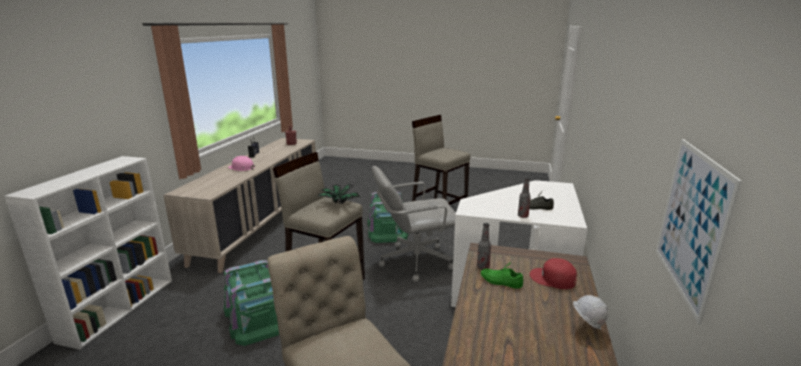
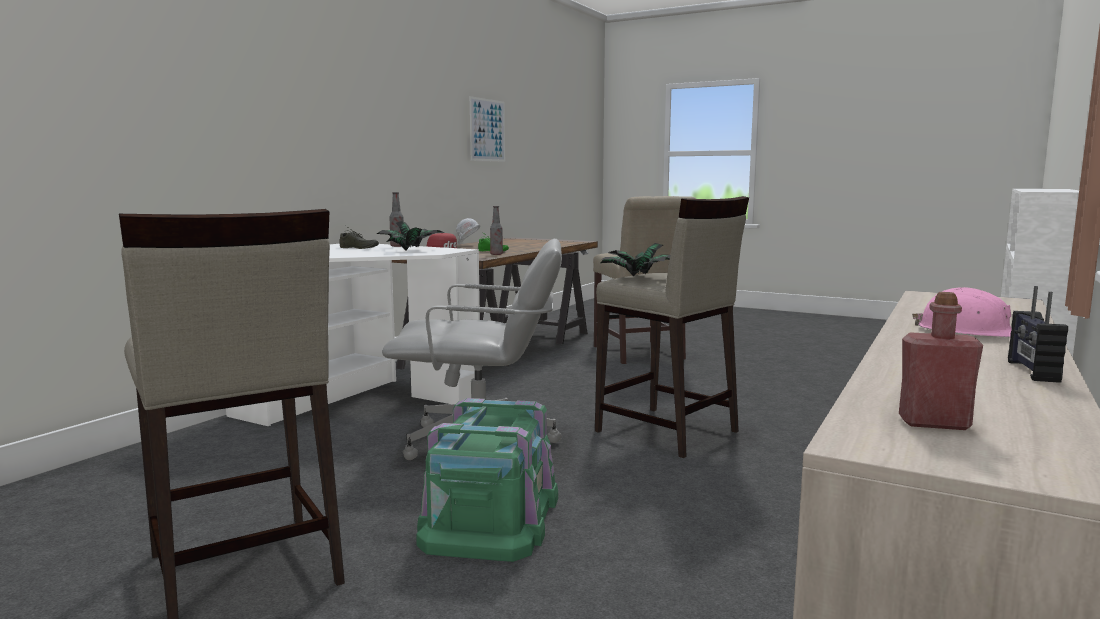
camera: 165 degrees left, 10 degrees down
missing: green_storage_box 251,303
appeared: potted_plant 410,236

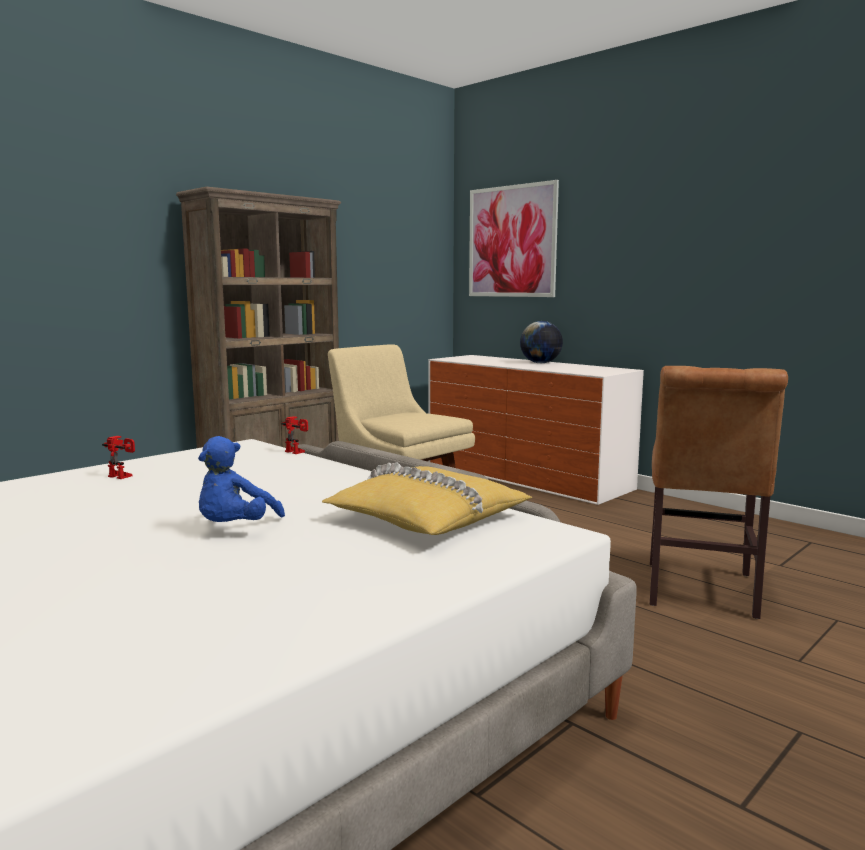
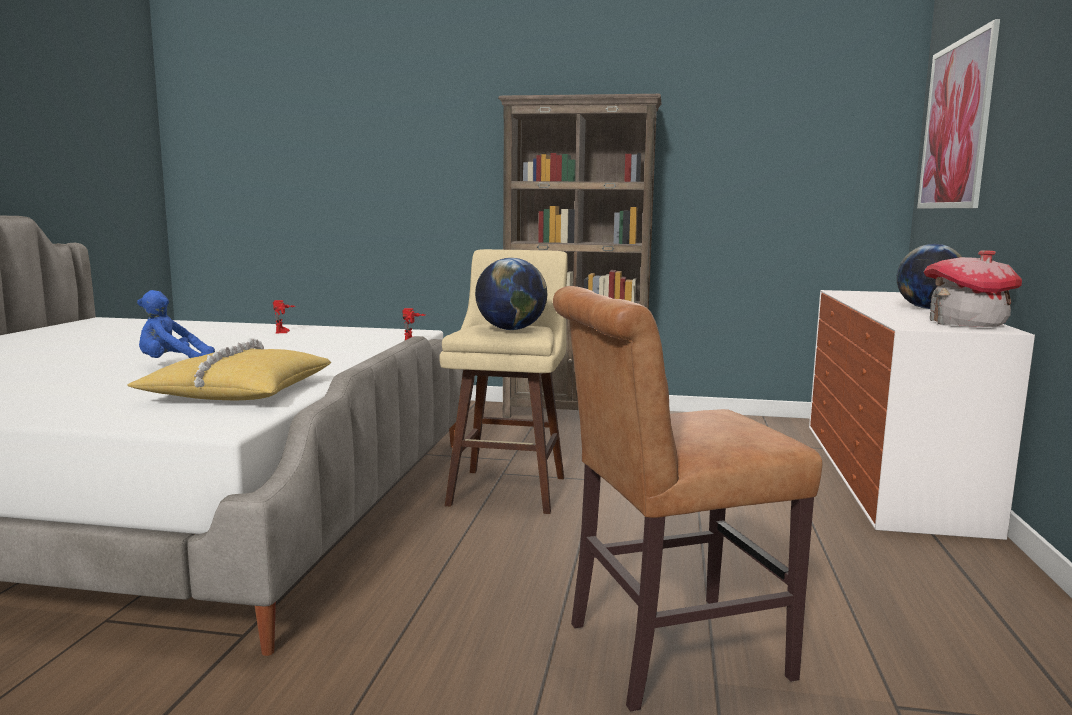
camera: 55 degrees right, 0 degrees up
appeared: globe 511,294; toy_house 973,288

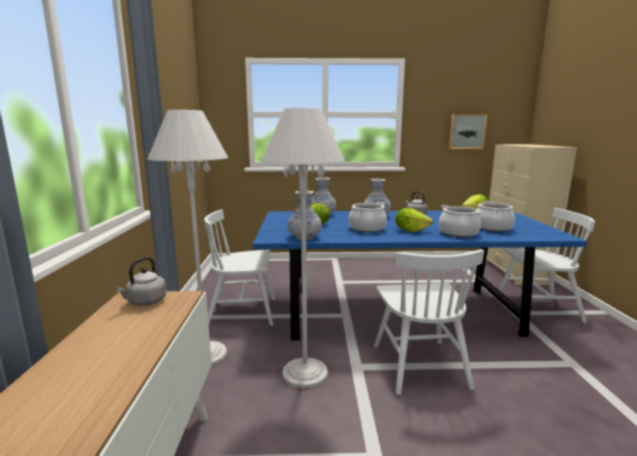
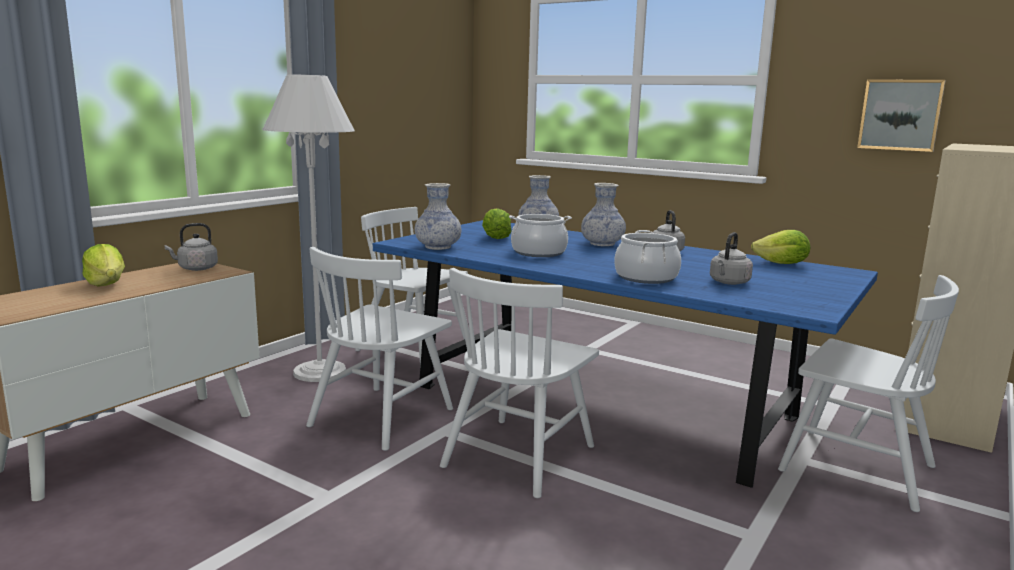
camera: 35 degrees right, 0 degrees up
relocated: lettuce 414,220 to 103,265
exchanged: white_floor_lamp 303,248 to white_chair 379,349; cooking_pot 496,216 to grey_kettle 731,258

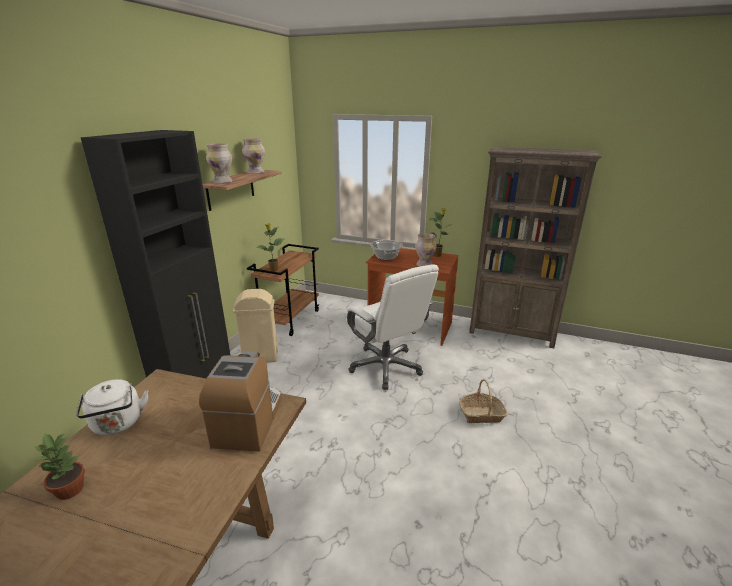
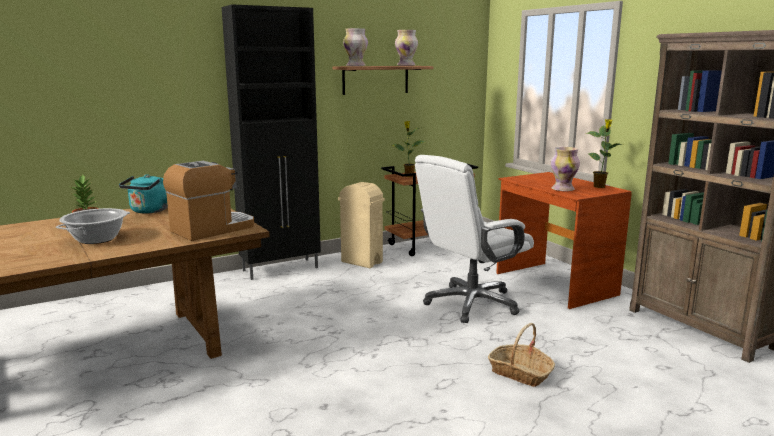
camera: 40 degrees right, 10 degrees down
relocated: cooking_pot 386,250 to 93,226
colour: white_kettle 112,407 to turquoise_kettle 143,194
spun: white_office_chair 391,327 = 474,239 45 degrees clockwise

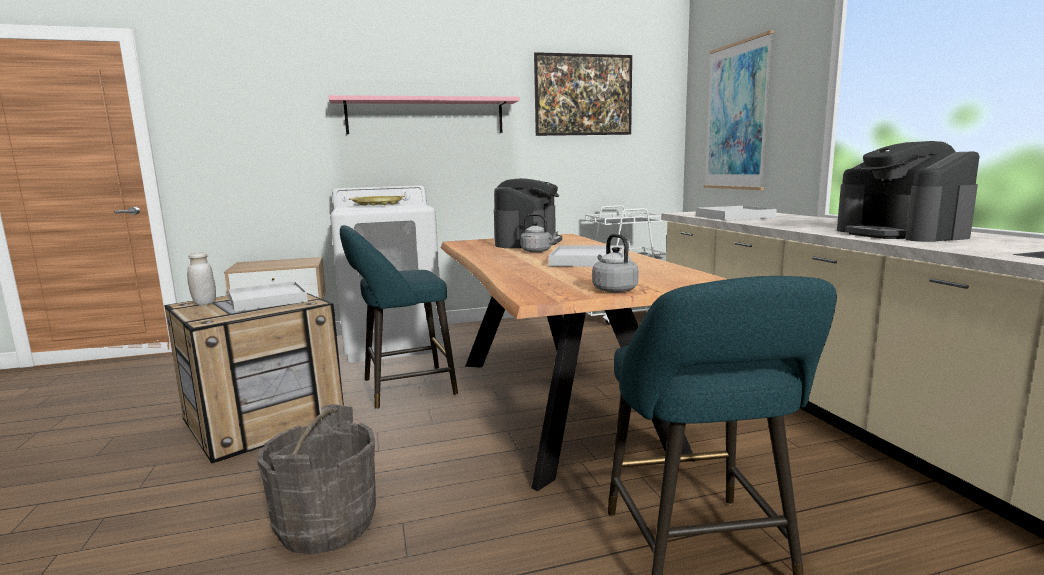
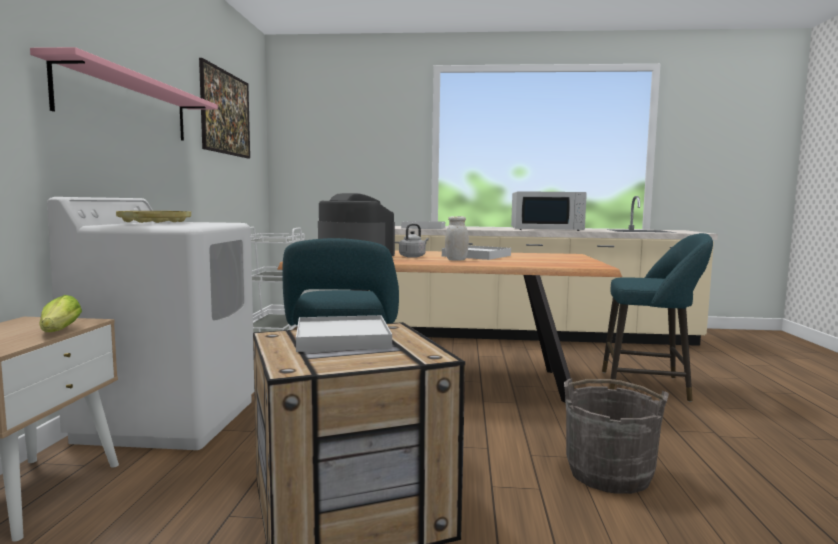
camera: 70 degrees left, 5 degrees down
missing: grey_kettle 615,263; picture 739,110
appeared: lettuce 60,313
relocated: white_jar 201,278 to 457,238
exchanged: coffee_machine 908,191 to white_microwave 549,211

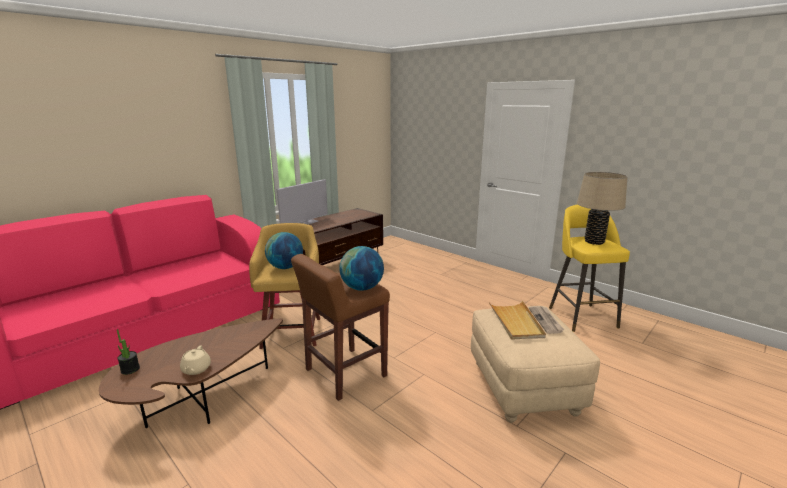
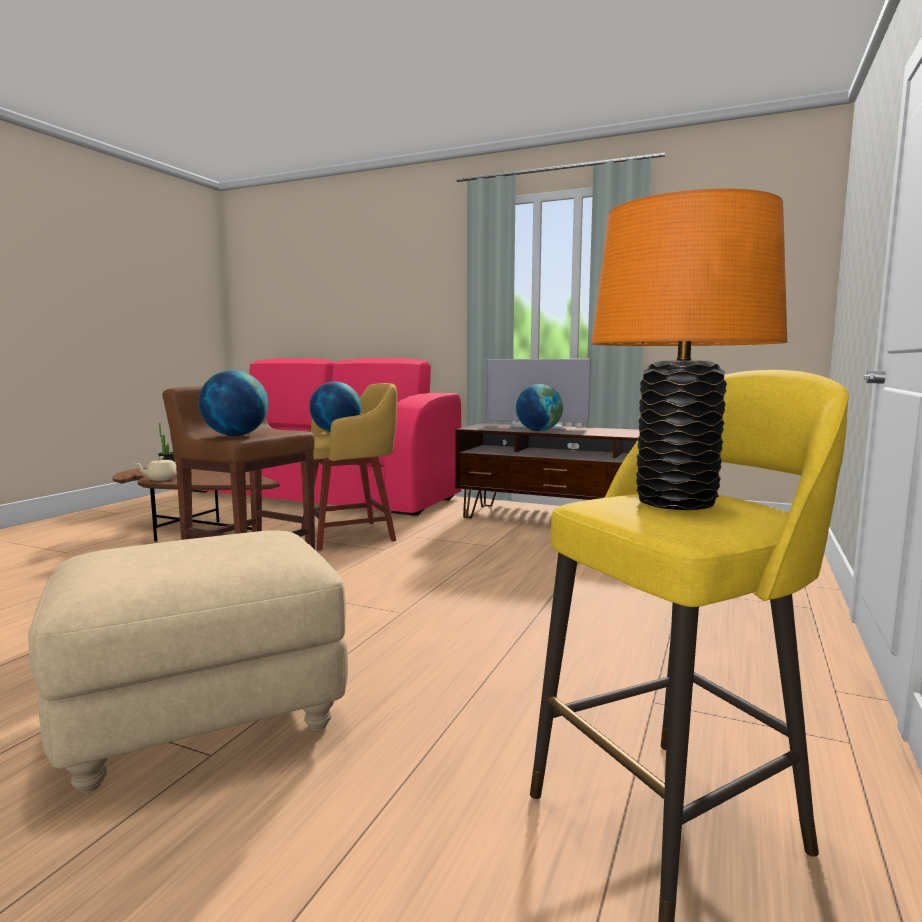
camera: 70 degrees right, 10 degrees down
missing: beige_tray 517,320; newspaper 546,320
appeared: globe 539,407
colour: beige_table_lamp 602,208 to orange_table_lamp 689,349

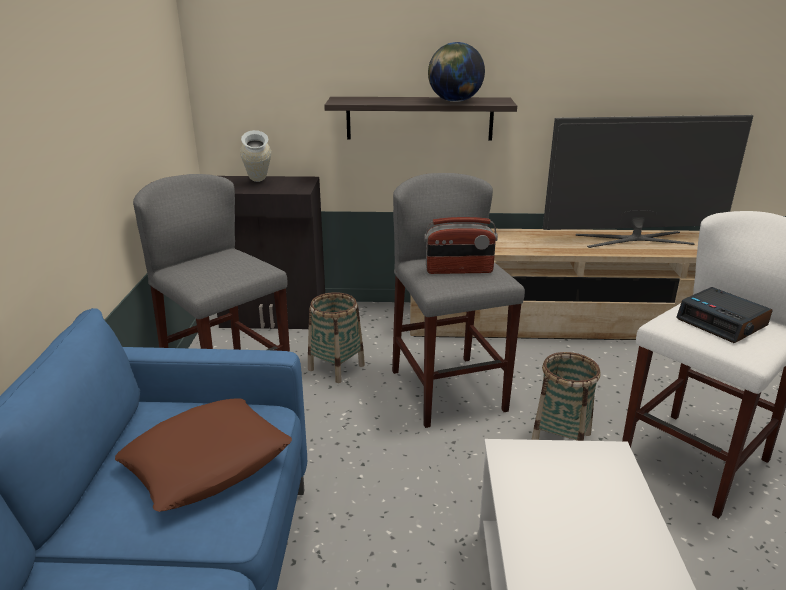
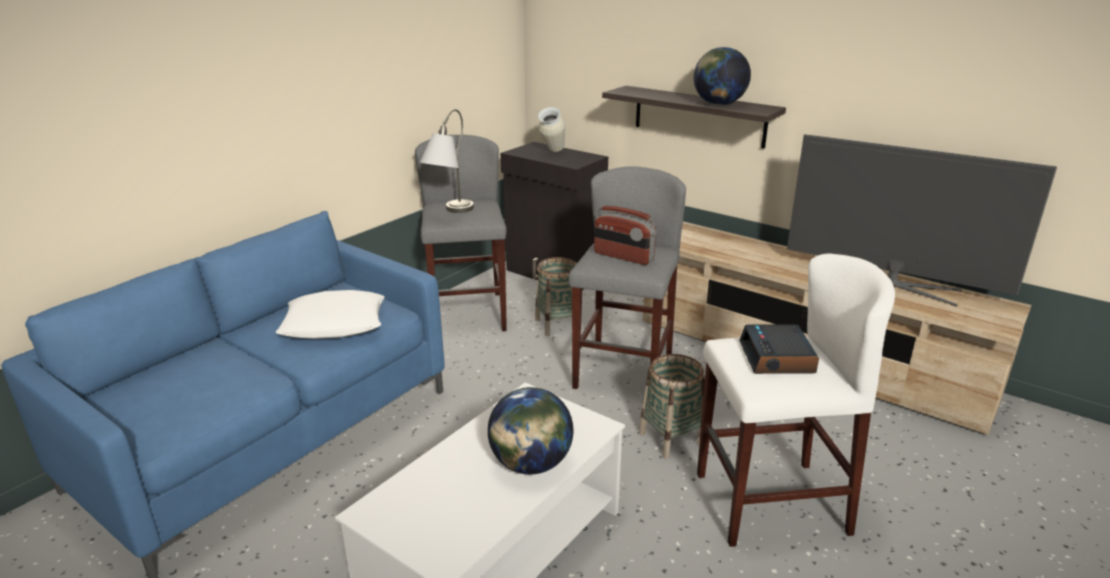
camera: 35 degrees right, 0 degrees up
appeared: grey_table_lamp 447,161; globe 531,430
colour: brown_pillow 203,455 to white_pillow 330,314

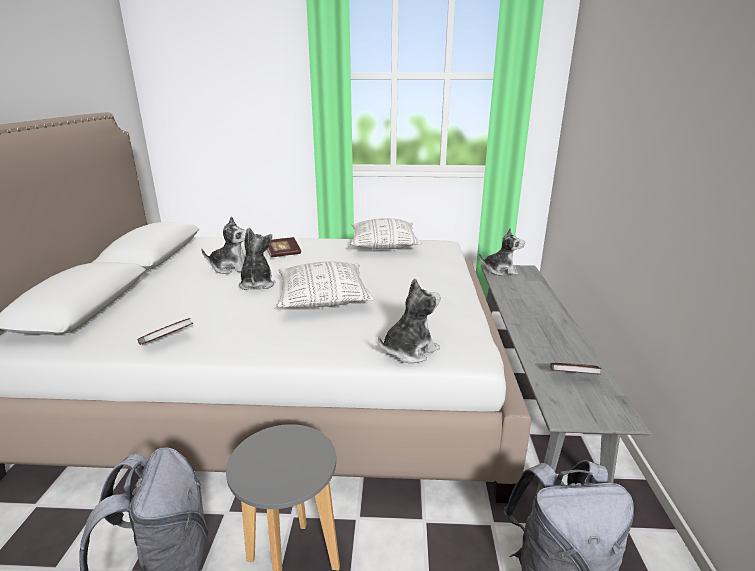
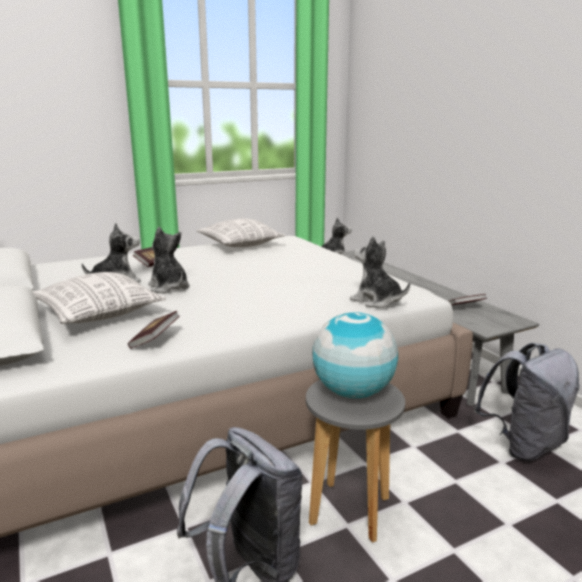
camera: 30 degrees left, 5 degrees down
appeared: globe 355,355
relocated: pillow 325,285 to 99,298
spun: plush_toy 409,320 = 380,272 75 degrees counterclockwise

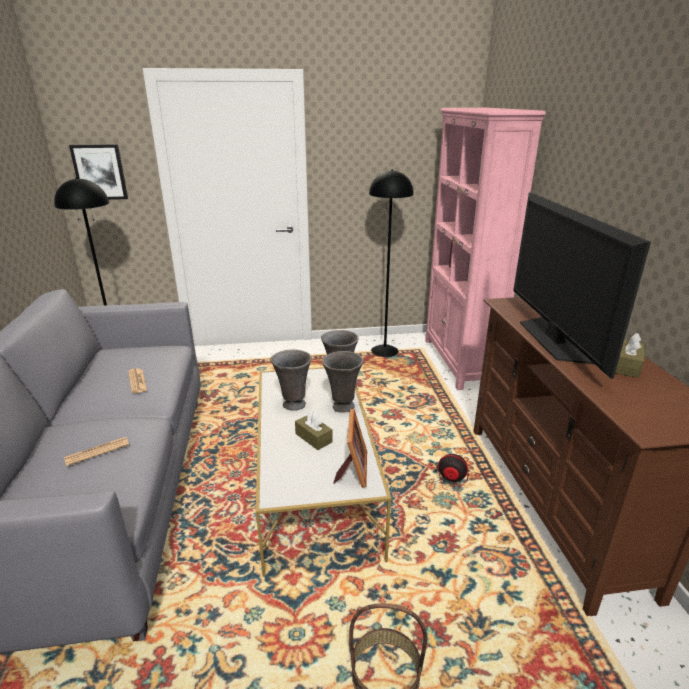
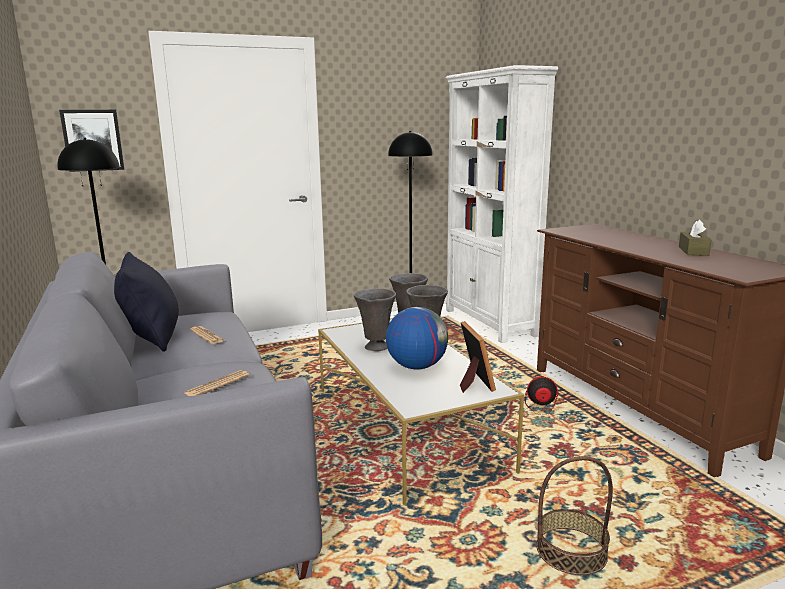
camera: 15 degrees left, 10 degrees down
missing: television 582,285
appeared: black_pillow 146,302
exchanged: brown_tissue_box 314,430 to globe 417,338
colour: pink_bookcase 485,249 to white_bookcase 502,204

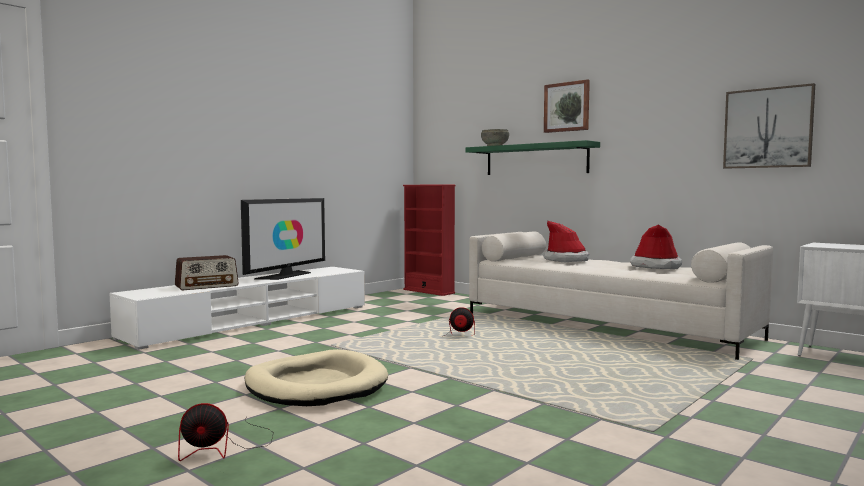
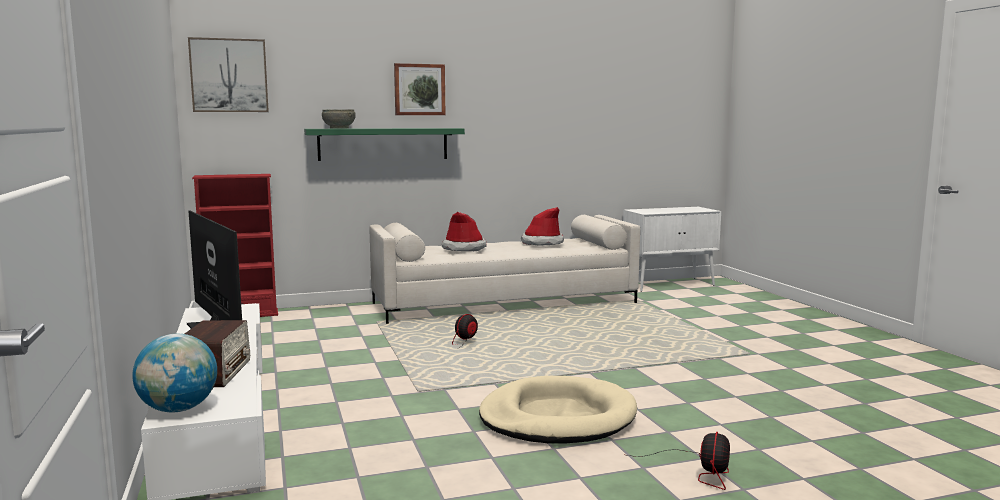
camera: 60 degrees left, 5 degrees up
appeared: globe 174,373
relocated: picture 769,126 to 228,74

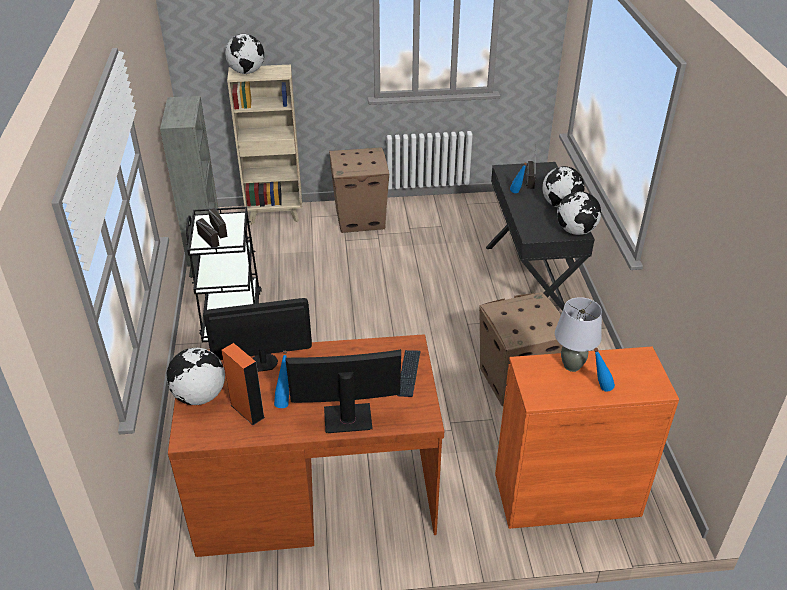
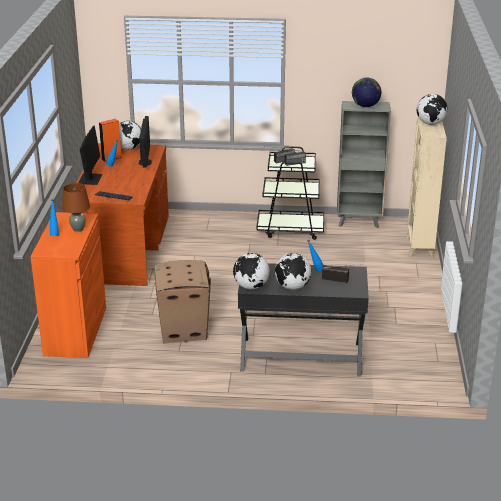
camera: 100 degrees right, 10 degrees down
missing: cardboard_box 359,190
appeared: globe 366,92
colour: grey_table_lamp 578,334 to brown_table_lamp 76,207

